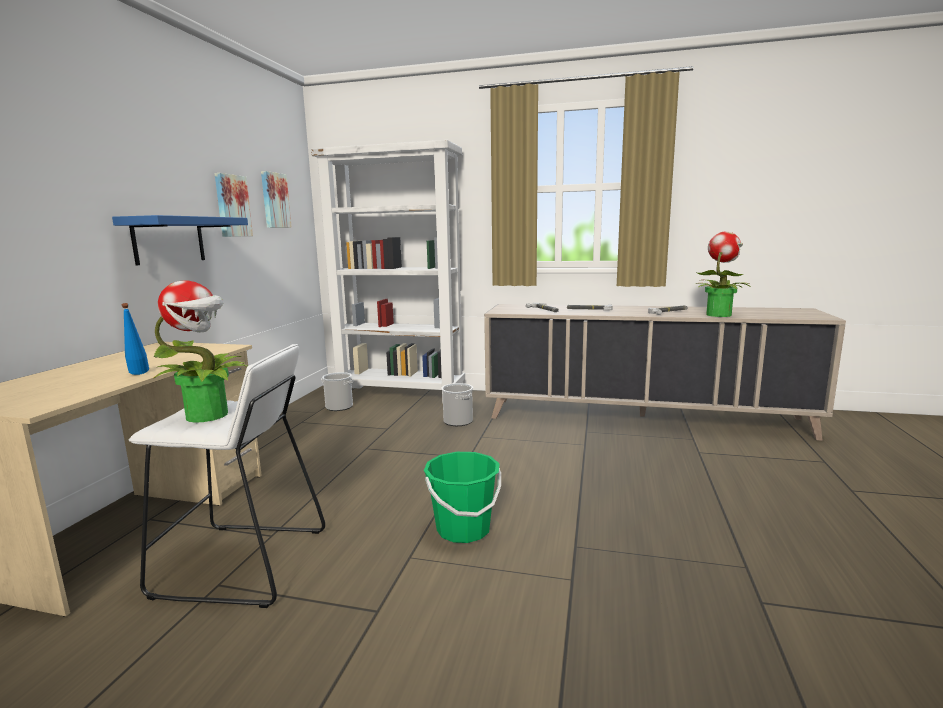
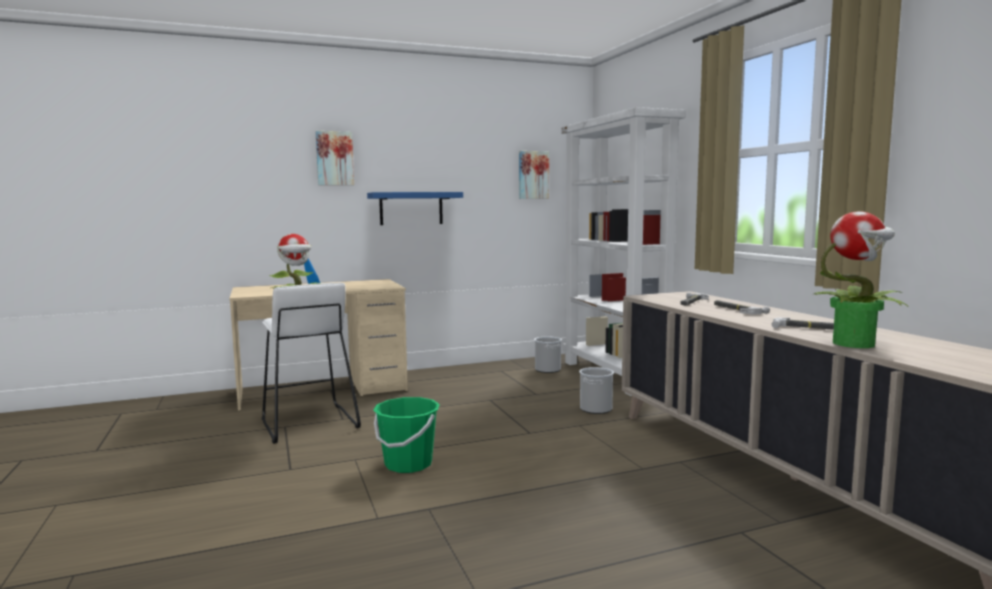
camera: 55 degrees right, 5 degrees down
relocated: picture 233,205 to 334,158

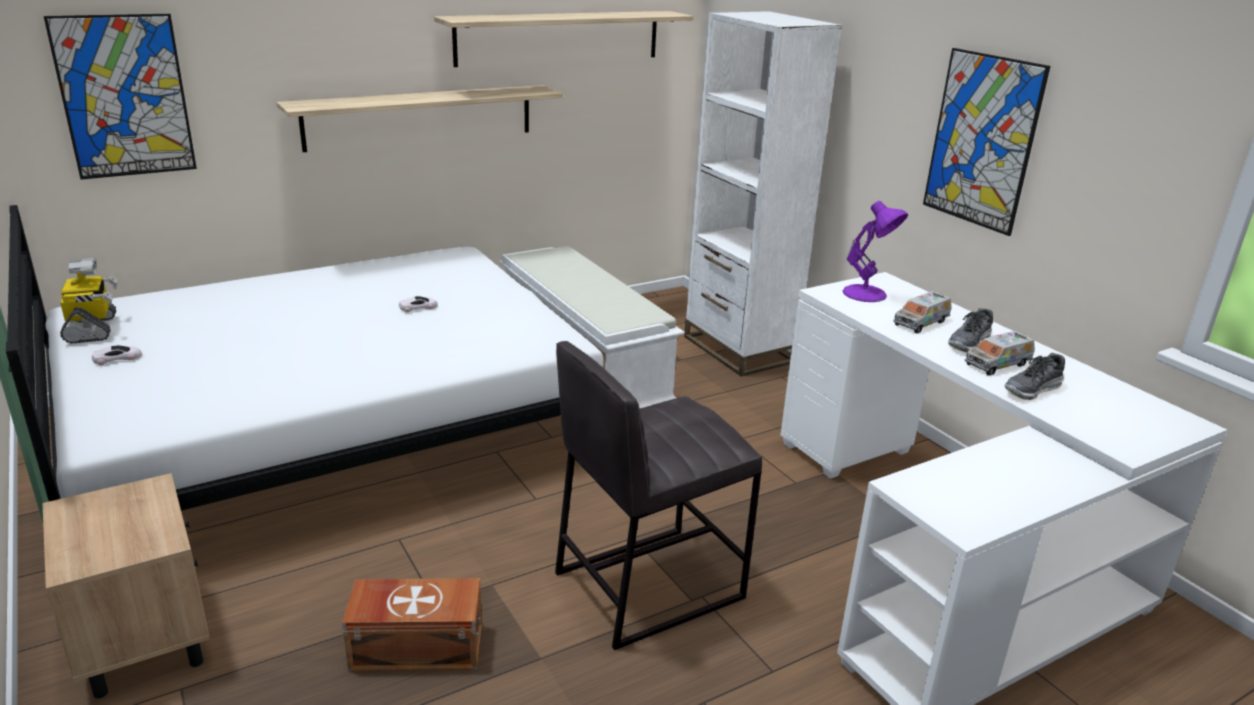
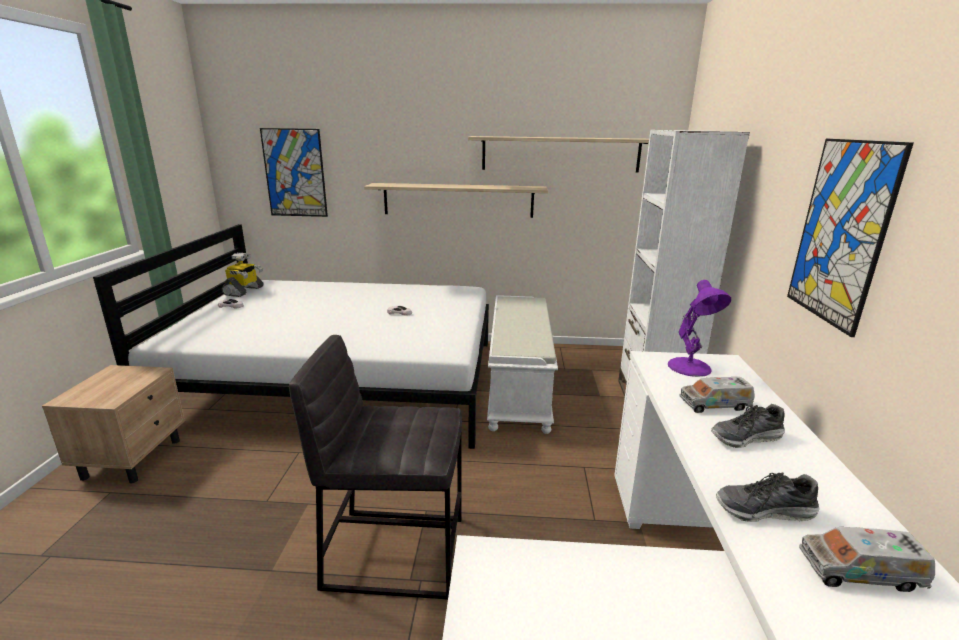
camera: 35 degrees right, 5 degrees down
missing: brown_storage_box 412,625
relocated: toy_truck 1000,353 to 867,559

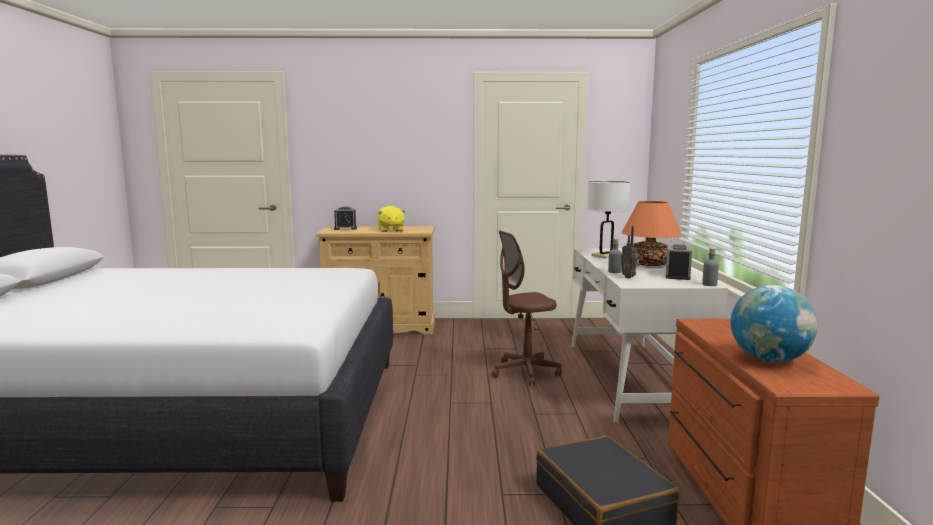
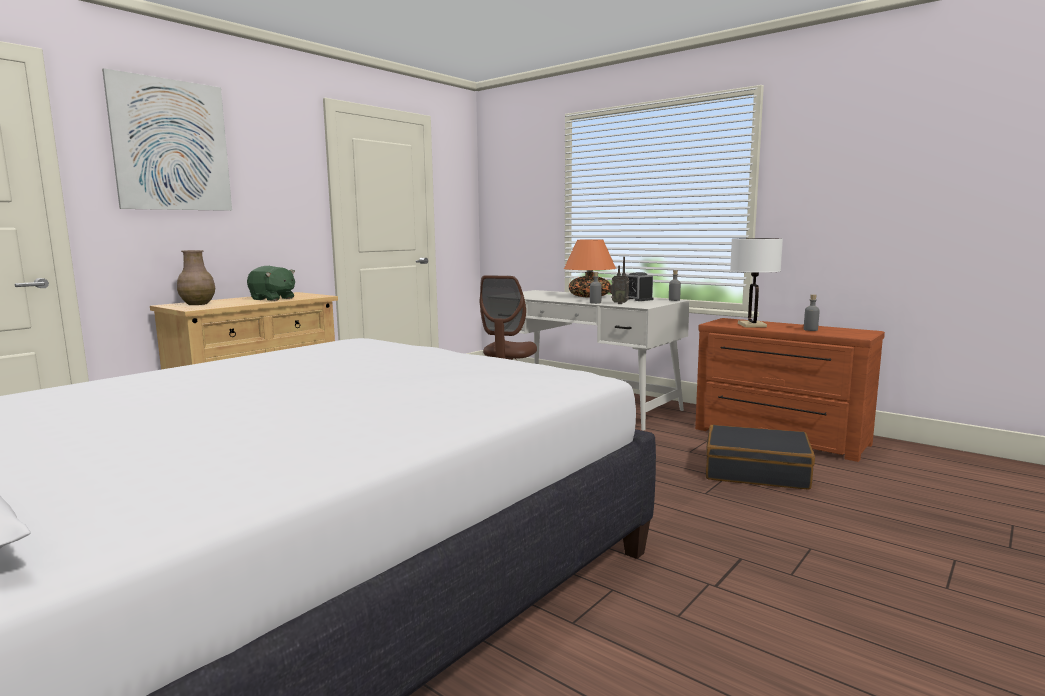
camera: 50 degrees left, 0 degrees up
appeared: picture 167,139
relocated: white_table_lamp 609,220 to 756,282
exchanged: alarm_clock 345,218 to brown_vase 196,277; globe 774,324 to grey_bottle 812,312
colour: yellow_plush_toy 391,219 to green_plush_toy 271,283

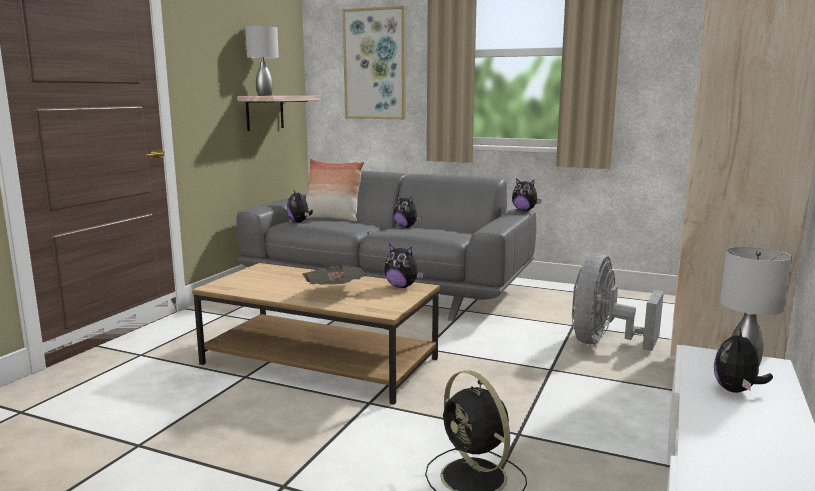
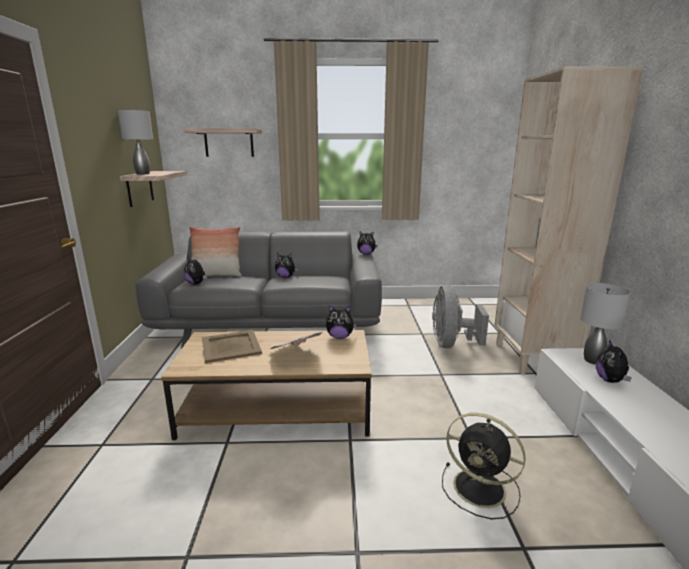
camera: 25 degrees left, 5 degrees up
appeared: beige_tray 232,346
exchanged: picture 374,62 to shelf 222,142

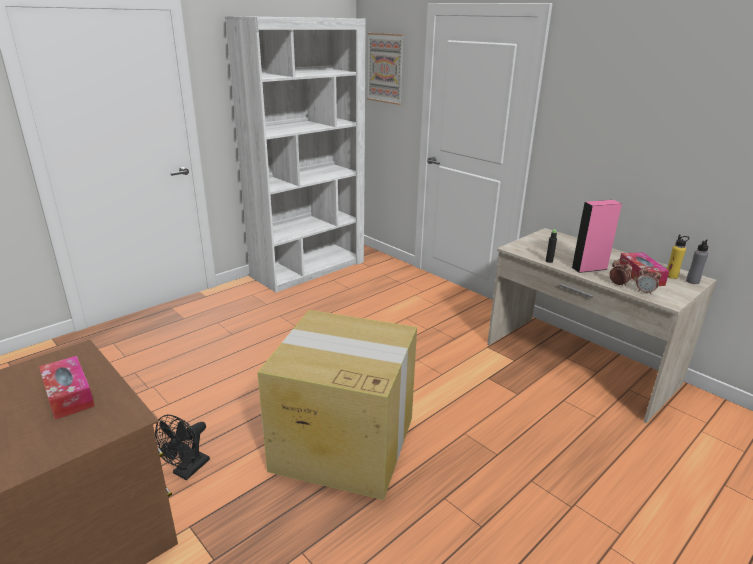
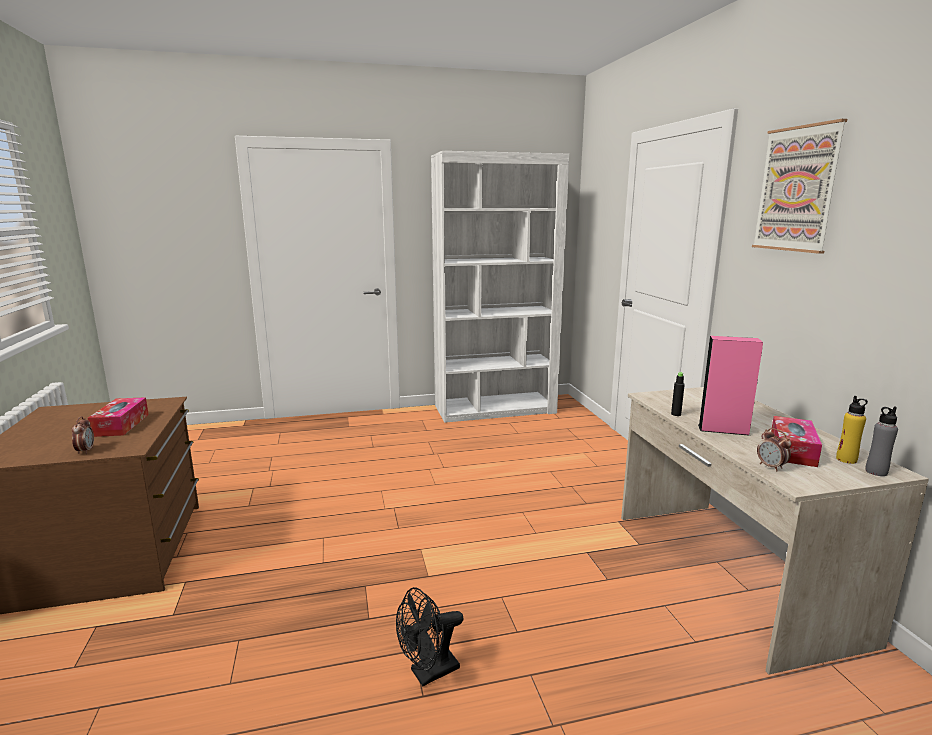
camera: 30 degrees right, 10 degrees down
missing: cardboard_box 337,405
relocated: black_fan 182,447 to 429,637; picture 385,69 to 799,186; alarm_clock 620,273 to 83,435

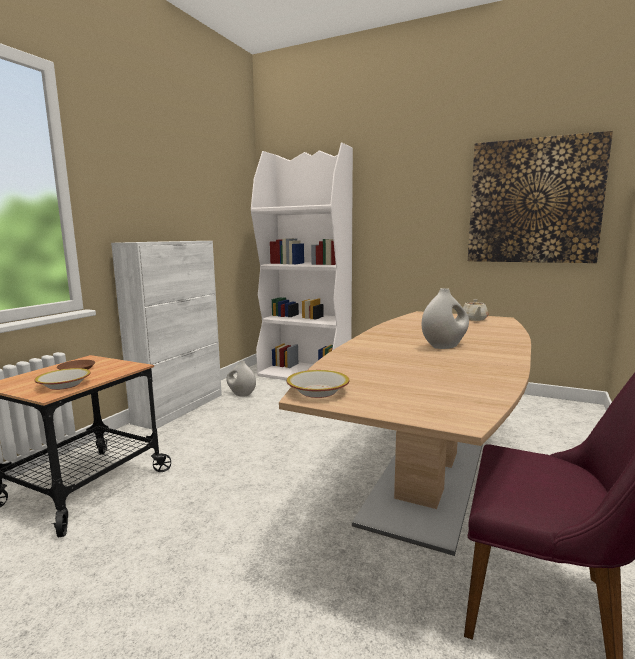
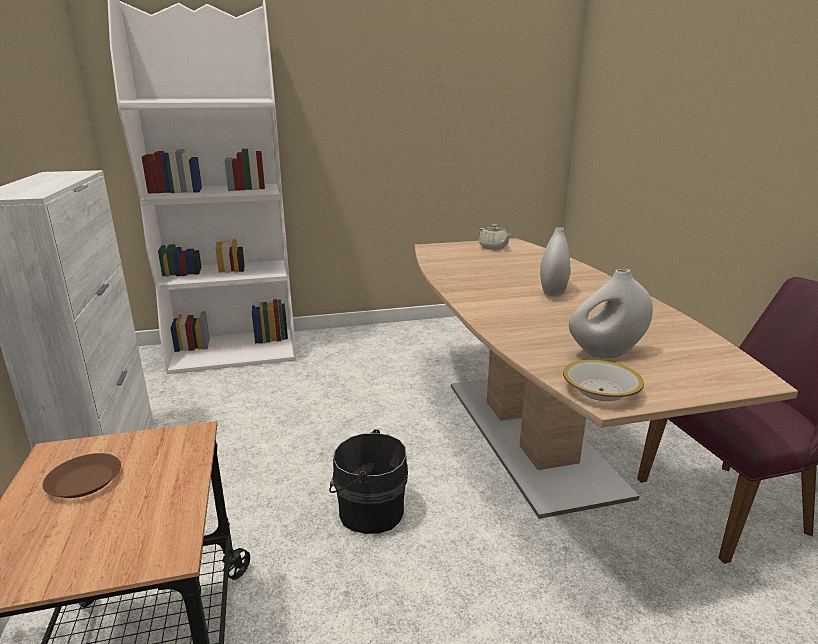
camera: 40 degrees left, 10 degrees up
missing: bowl 63,379; picture 540,197
appeared: black_bucket 368,481
relocated: white_vase 241,379 to 611,314

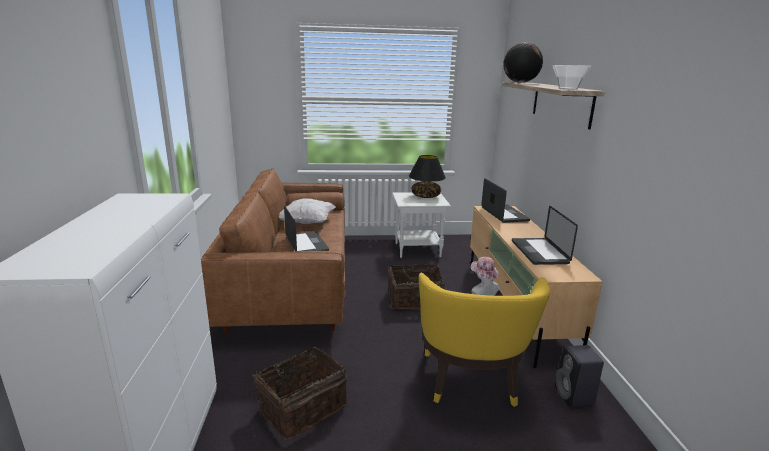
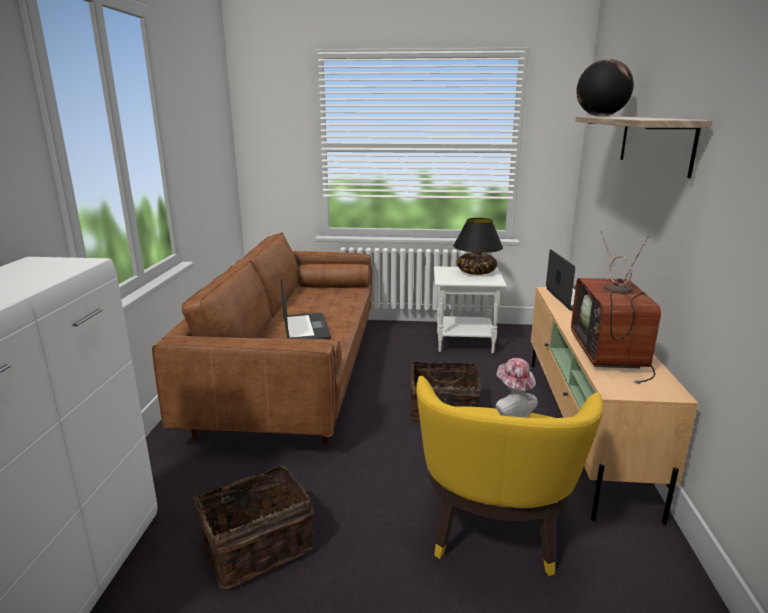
camera: 10 degrees right, 0 degrees up
missing: white_pillow 307,211; bowl 571,77; black_speaker 579,376
exchanged: laptop 545,235 to television 616,307

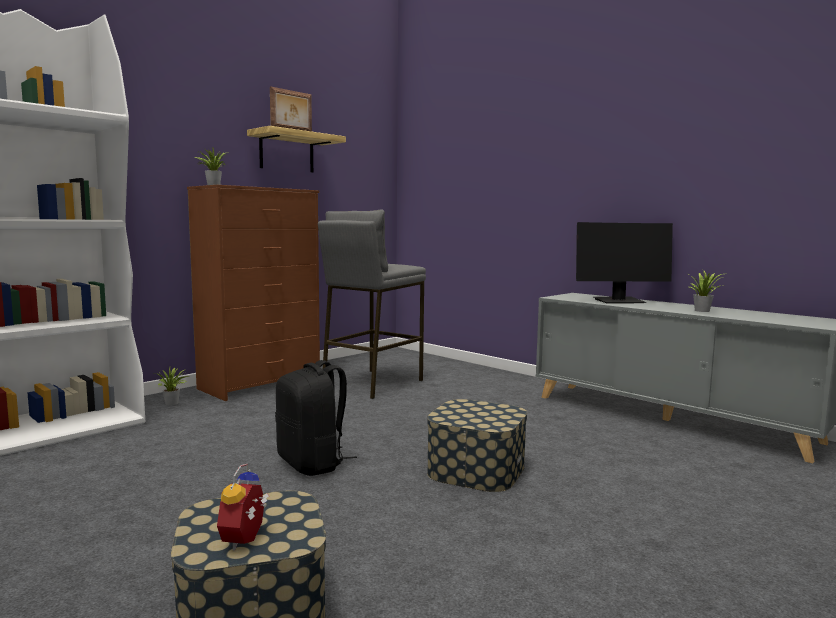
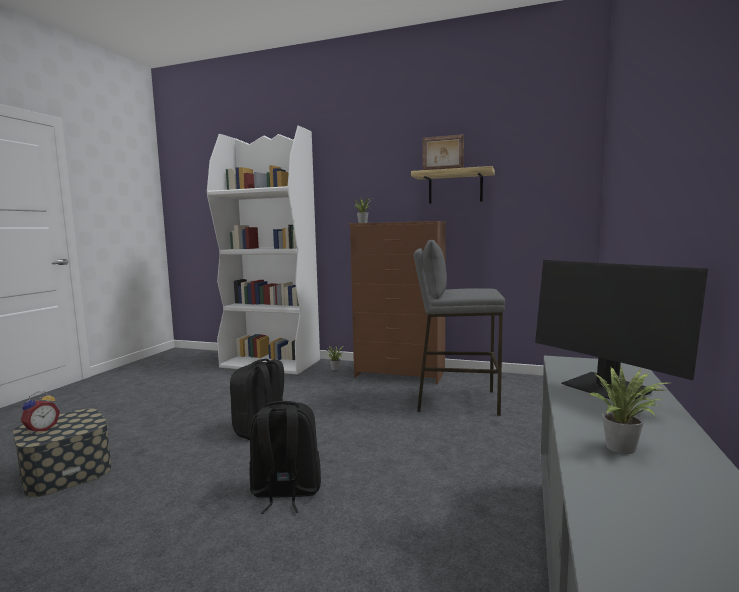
camera: 65 degrees right, 0 degrees up
exchanged: storage_box 477,445 to black_backpack 285,457
spun: alarm_clock 243,507 = 40,412 135 degrees clockwise

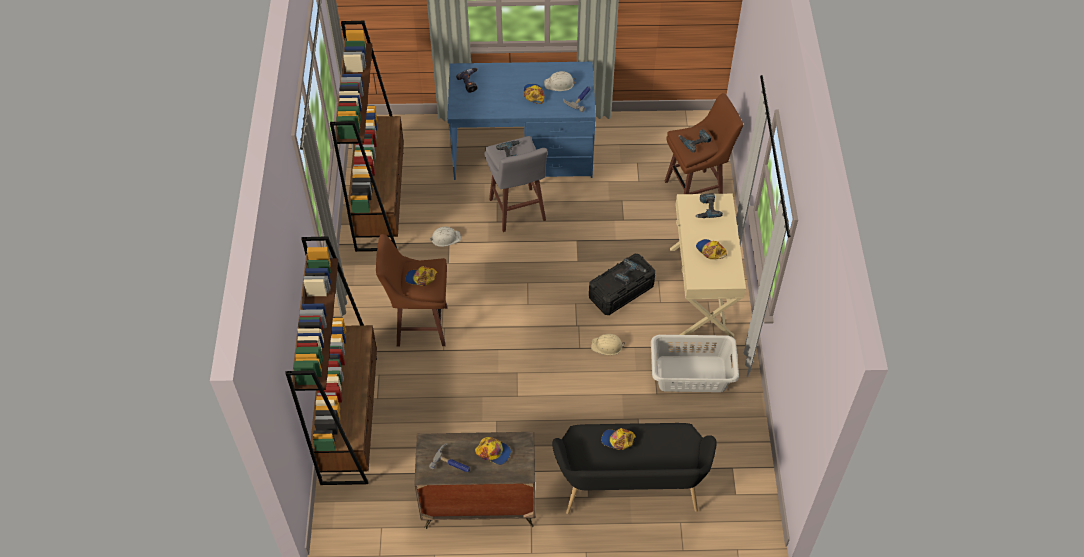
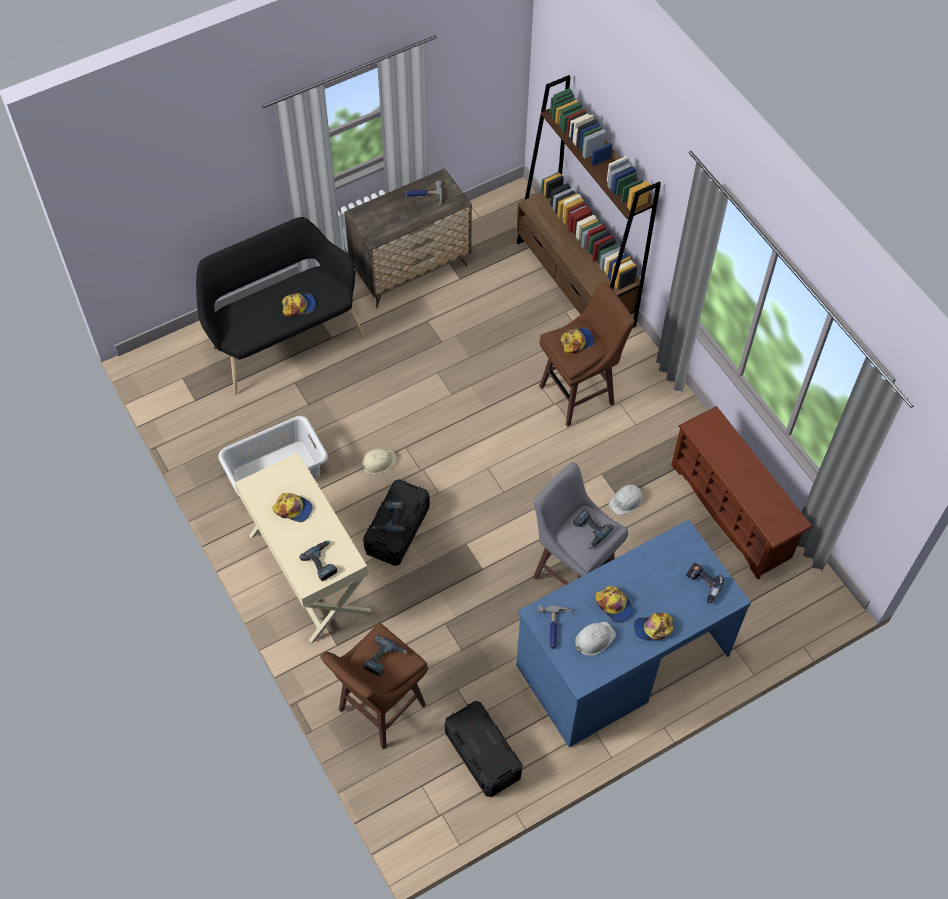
camera: 150 degrees right, 5 degrees up
appeared: black_storage_box 484,749
relocated: cap 493,451 to 653,626
exchanged: brown_bookcase 367,136 to brown_shoe_rack 741,493

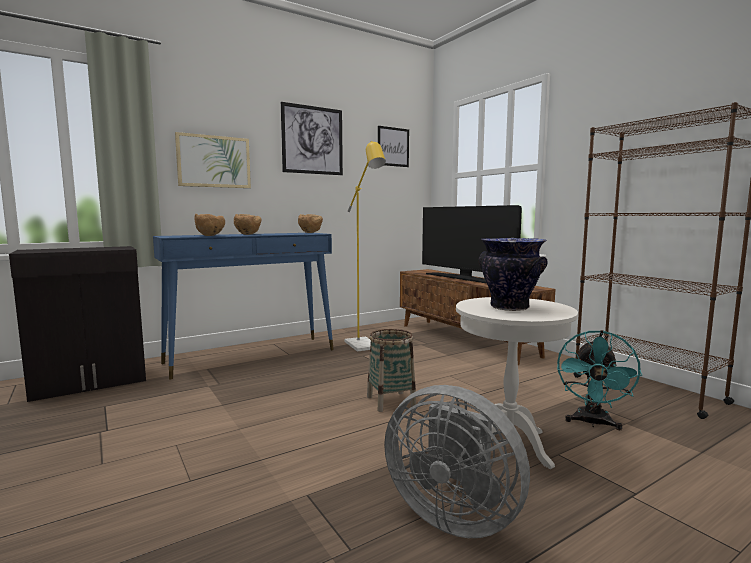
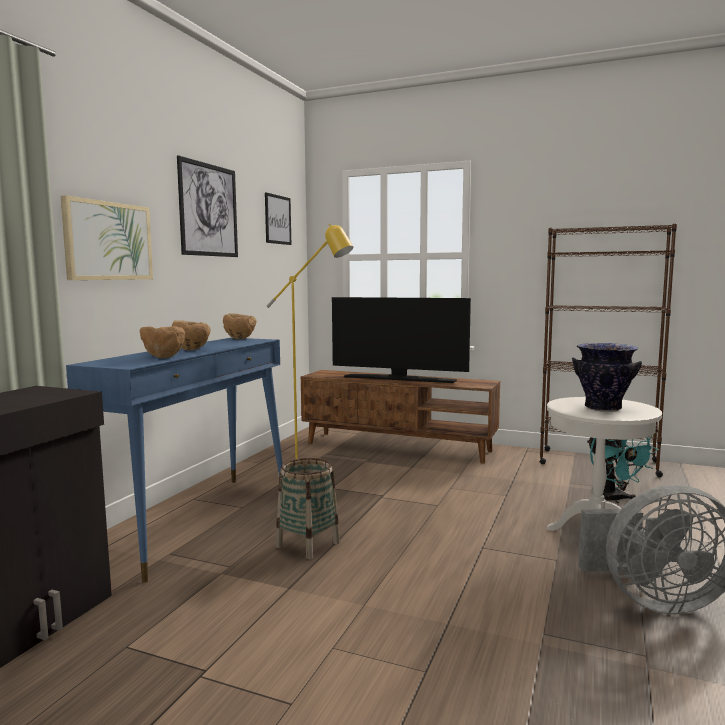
camera: 35 degrees left, 0 degrees up
relocated: basket 391,370 to 308,508

